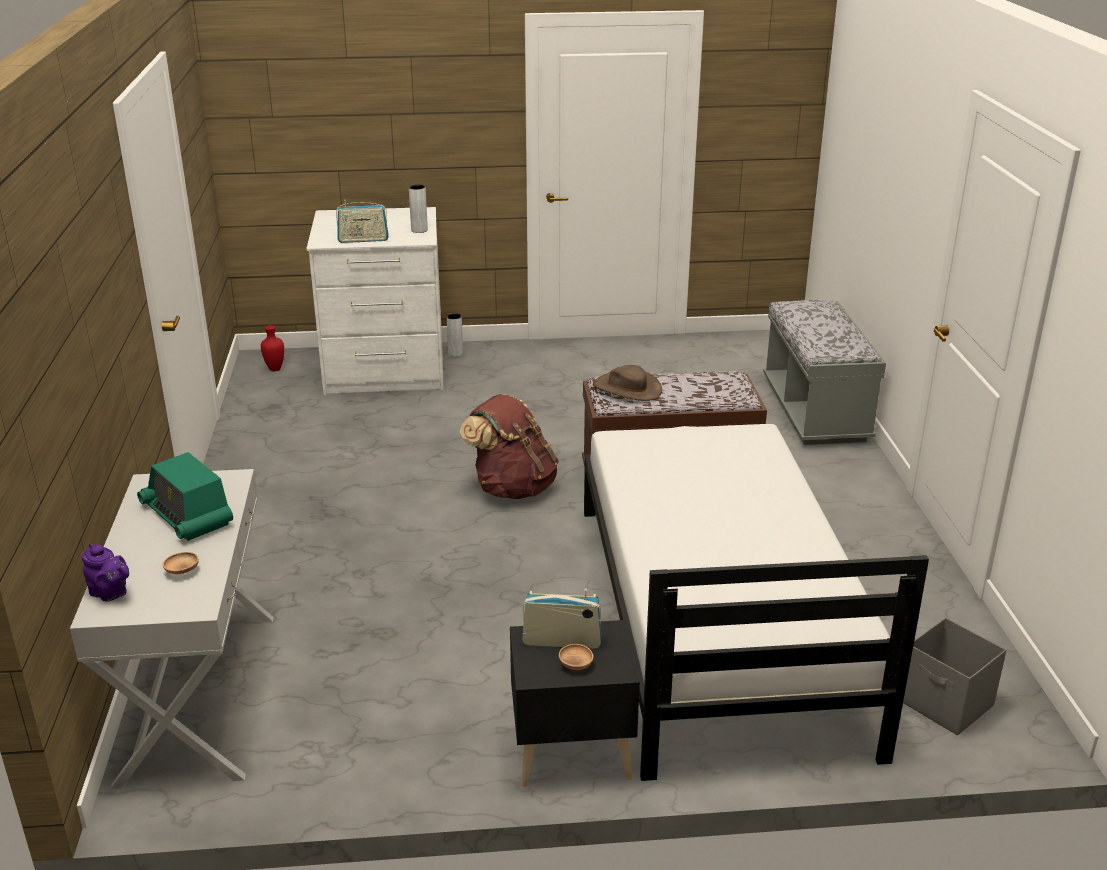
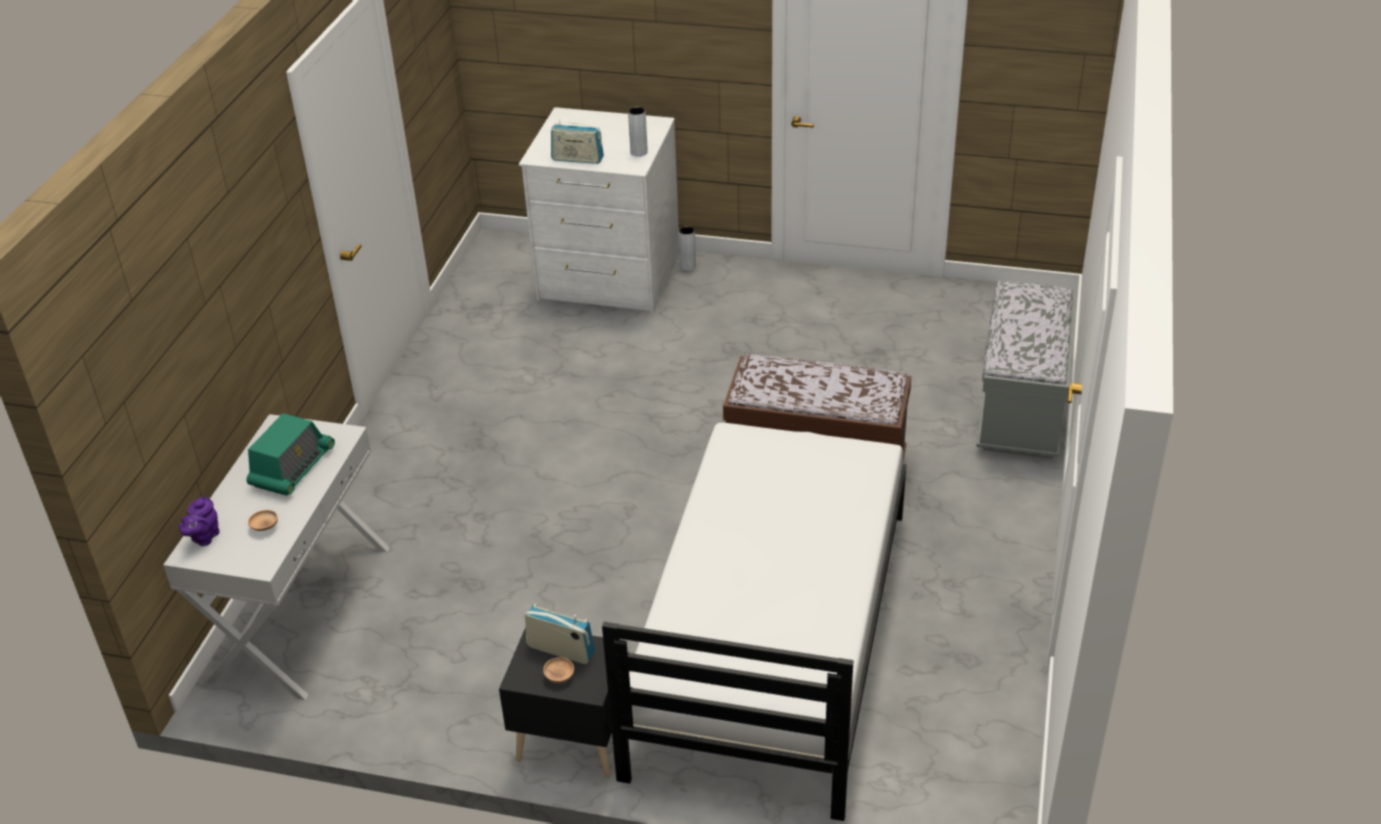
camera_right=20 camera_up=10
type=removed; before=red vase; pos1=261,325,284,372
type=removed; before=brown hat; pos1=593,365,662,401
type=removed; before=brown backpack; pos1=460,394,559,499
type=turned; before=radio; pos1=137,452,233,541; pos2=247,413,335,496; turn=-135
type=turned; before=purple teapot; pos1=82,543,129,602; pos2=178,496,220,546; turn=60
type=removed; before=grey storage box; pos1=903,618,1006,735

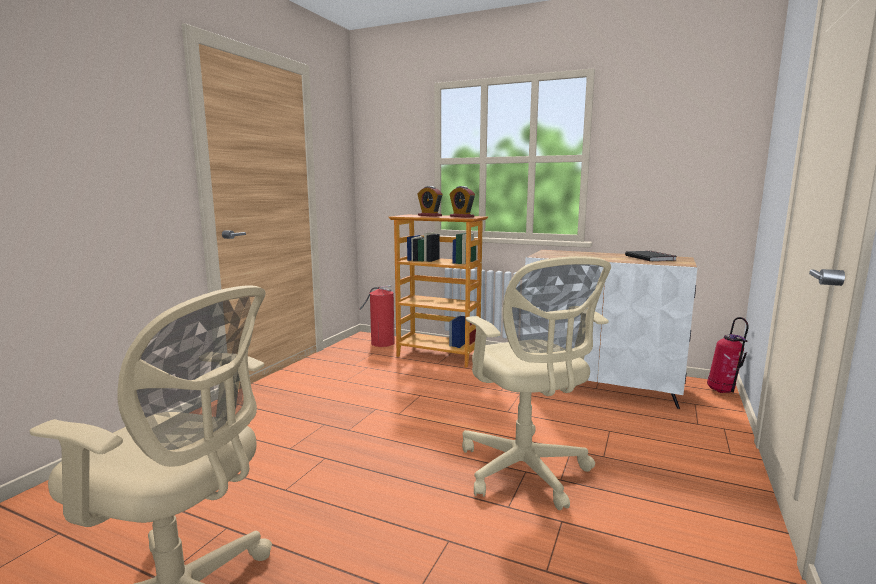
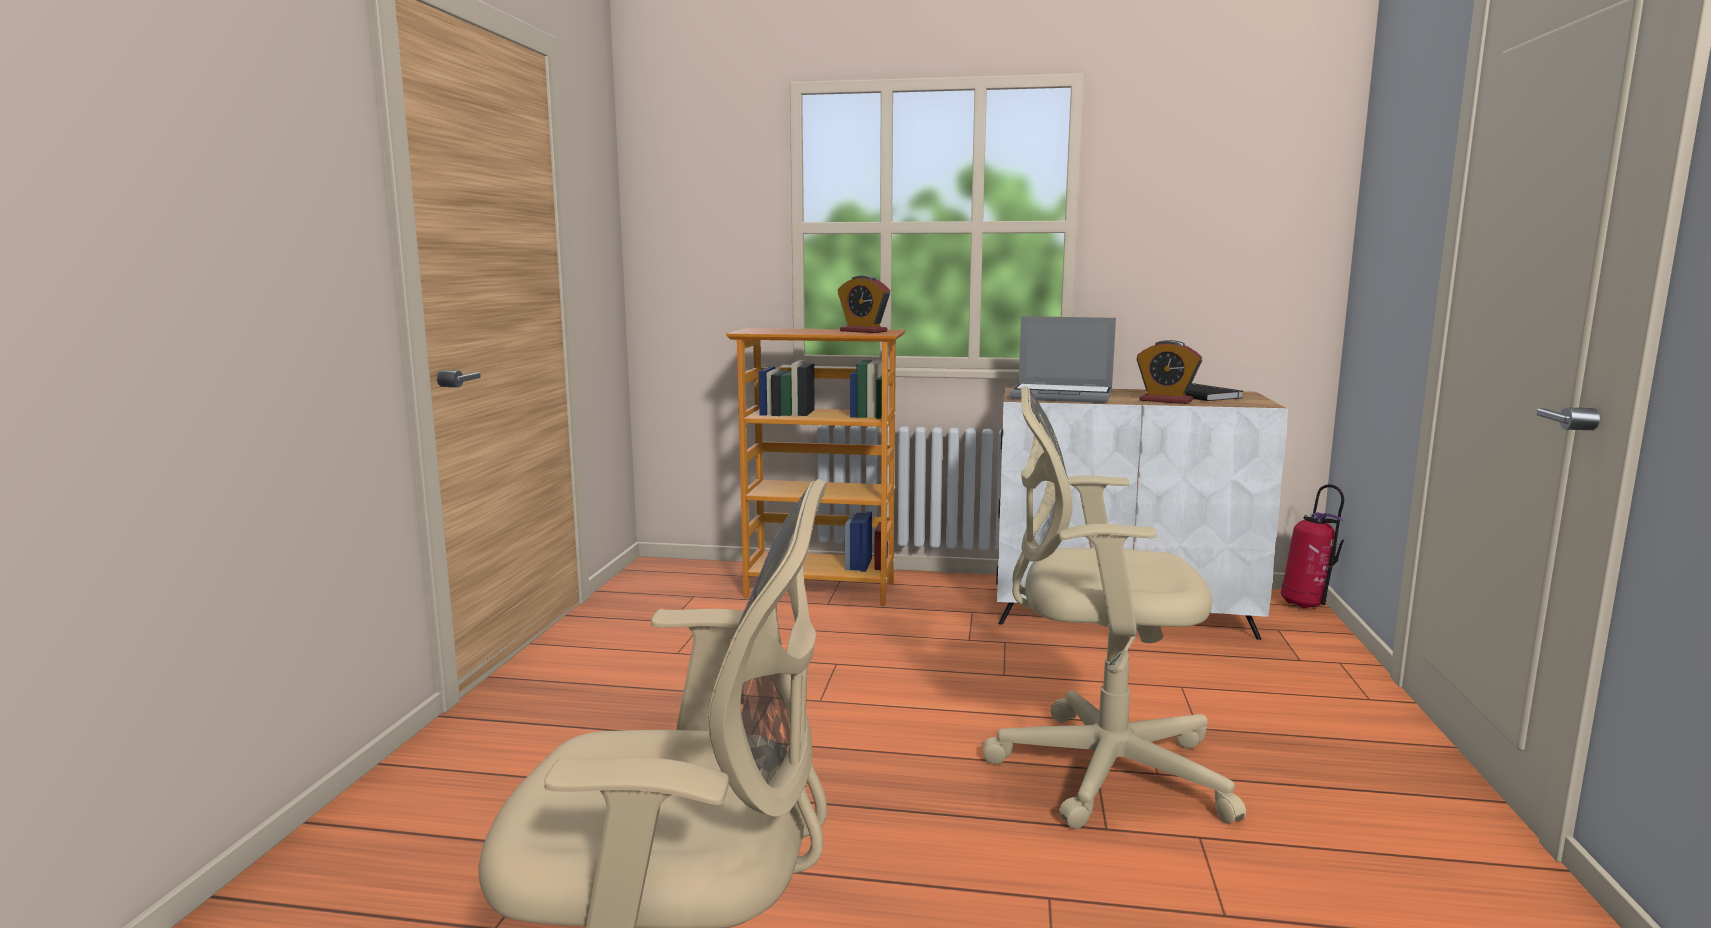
camera_right=-15 camera_up=0
type=moved; before=alarm clock; pos1=417,186,443,217; pos2=1136,340,1202,404
type=turned; before=beige office chair; pos1=462,256,611,510; pos2=983,386,1246,829; turn=135
type=removed; before=fire extinguisher; pos1=360,285,394,347
type=added; after=laptop; pos2=1009,316,1116,403

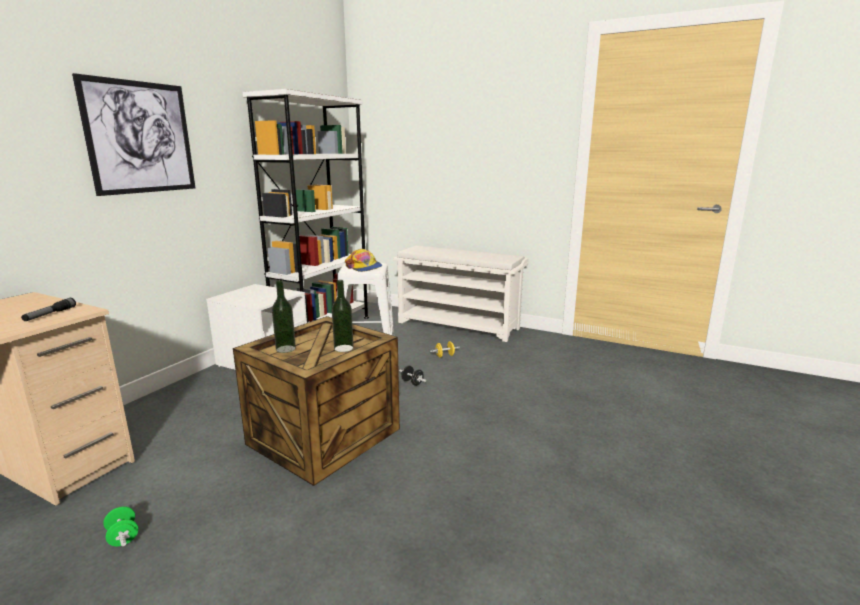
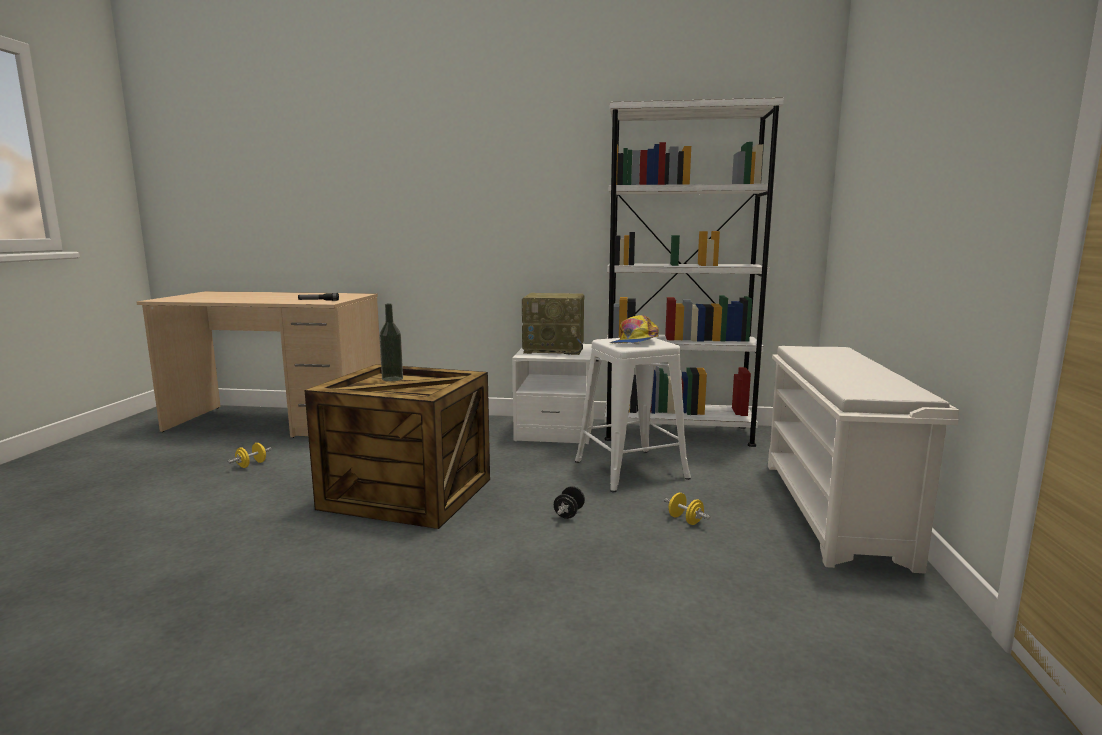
camera_right=70 camera_up=-5
type=removed; before=picture; pos1=72,73,195,196
type=removed; before=bottle; pos1=332,280,354,352
type=recoloured; before=green dumbbell; after=yellow dumbbell; pos1=103,507,138,546; pos2=228,443,272,468
type=added; after=radio; pos2=522,293,585,355

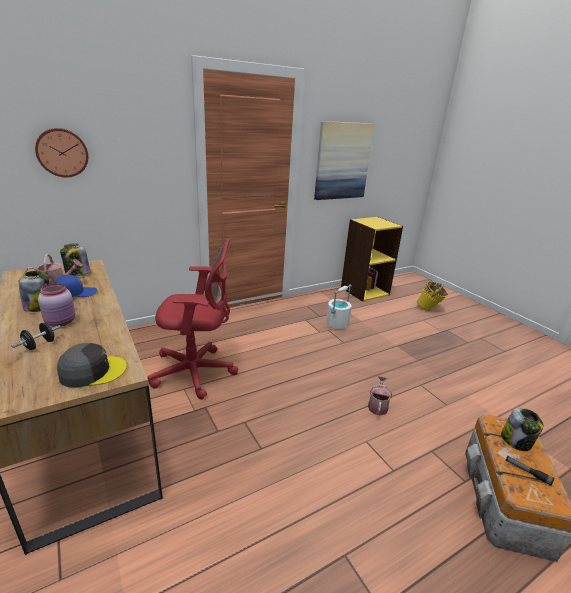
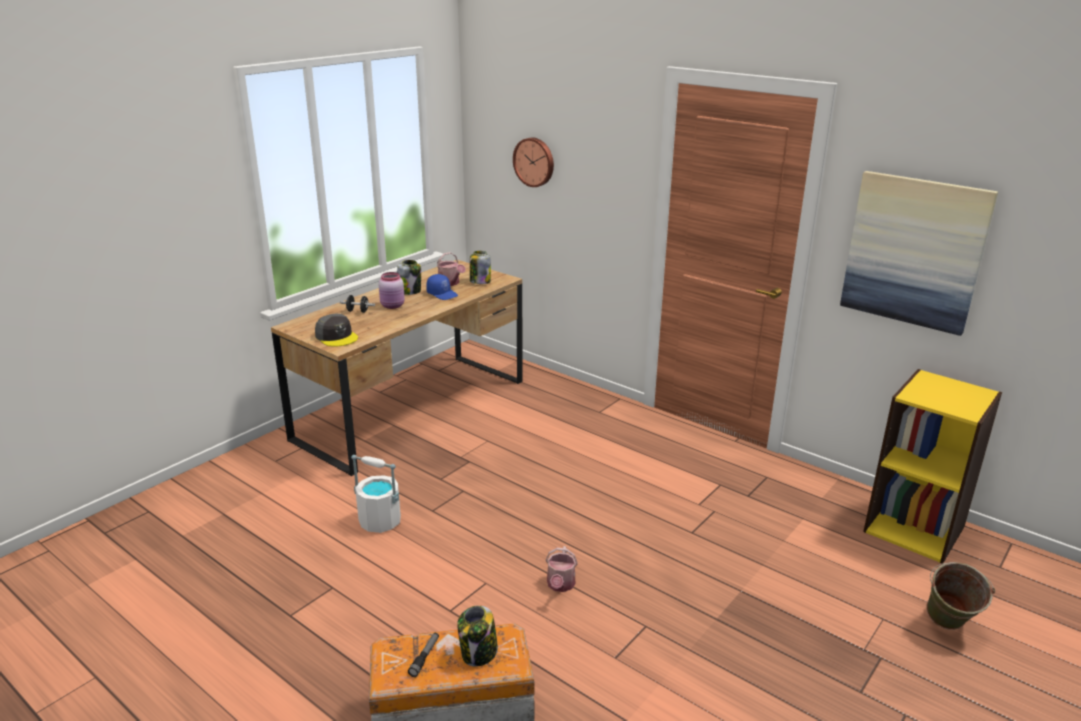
camera_right=70 camera_up=0
type=removed; before=red office chair; pos1=148,238,238,399
type=recoloured; before=yellow bucket; after=green bucket; pos1=417,281,448,311; pos2=926,562,995,630
type=moved; before=white bucket; pos1=326,284,352,329; pos2=351,455,401,533
type=turned; before=watering can; pos1=368,376,392,416; pos2=546,546,578,592; turn=105

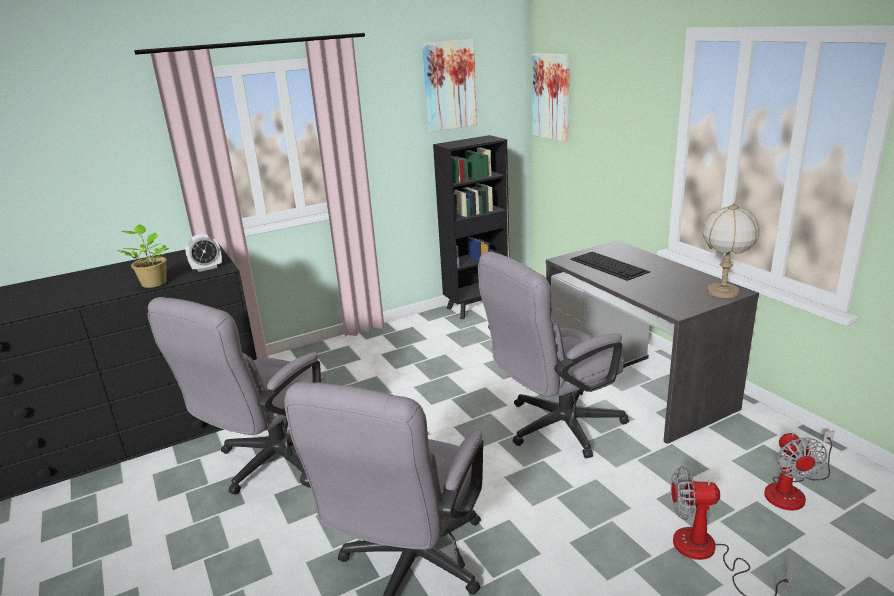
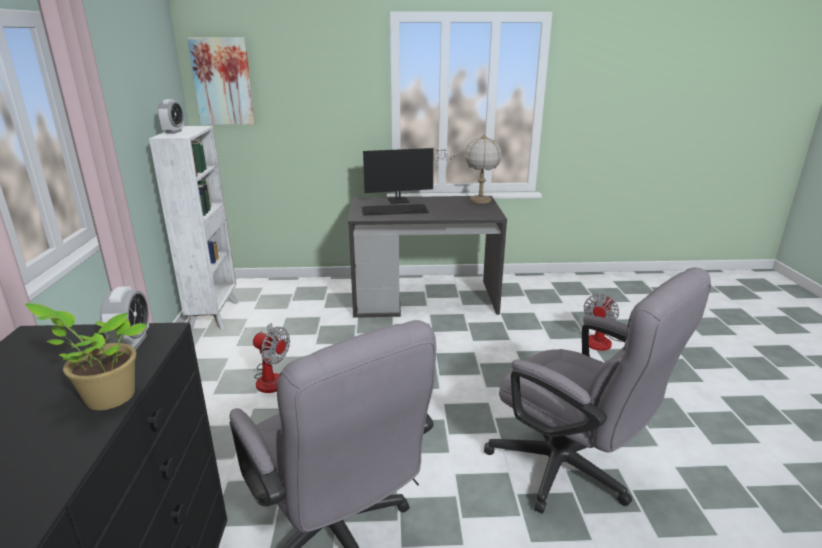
camera_right=-65 camera_up=0
type=removed; before=picture; pos1=422,39,477,132
type=recoloured; before=black bookcase; after=white bookcase; pos1=433,135,510,319; pos2=149,126,238,330
type=removed; before=grey office chair; pos1=478,252,629,458
type=moved; before=fan; pos1=764,431,835,510; pos2=253,323,290,393
type=added; after=alarm clock; pos2=158,99,184,134
type=added; after=monitor; pos2=363,148,456,204

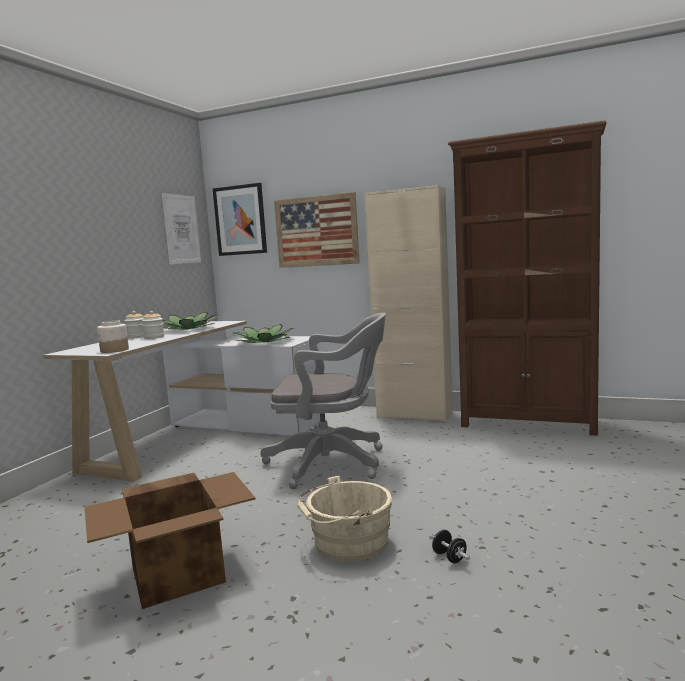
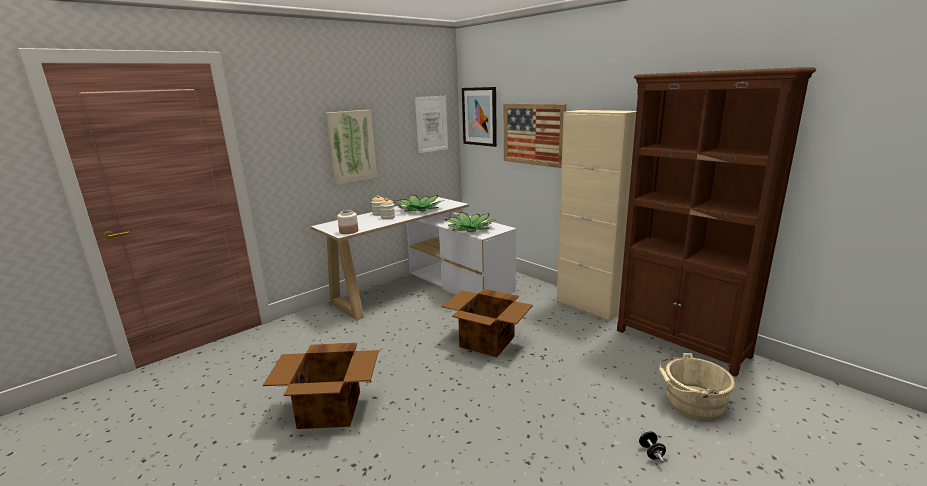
camera_right=25 camera_up=10
type=replaced; before=grey office chair; after=cardboard box; pos1=260,313,386,489; pos2=441,289,533,357
type=moved; before=beige bucket; pos1=297,476,392,562; pos2=659,353,735,421
type=moved; before=black dumbbell; pos1=429,530,470,563; pos2=639,430,666,462
type=added; after=picture; pos2=325,110,377,185

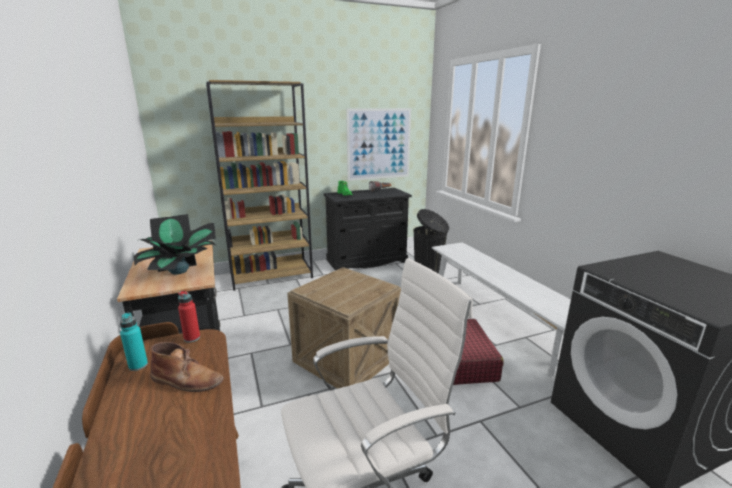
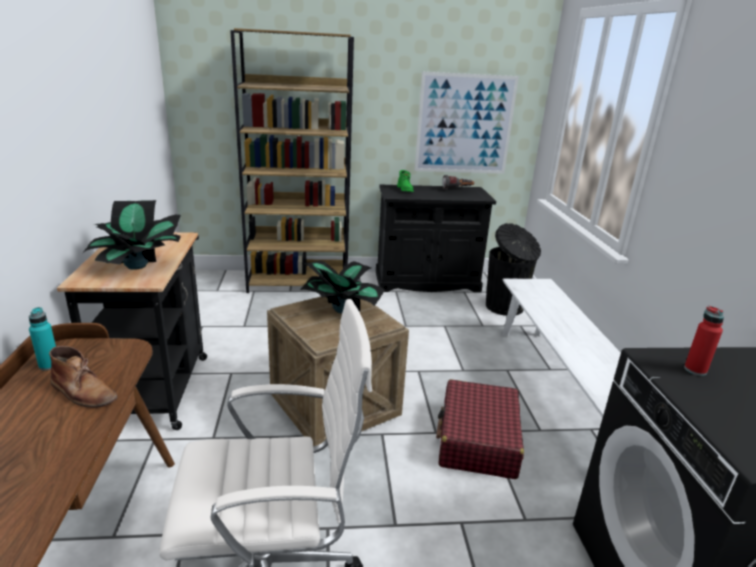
camera_right=15 camera_up=5
type=moved; before=red bottle; pos1=178,291,200,342; pos2=684,306,724,376
type=added; after=potted plant; pos2=300,261,385,313

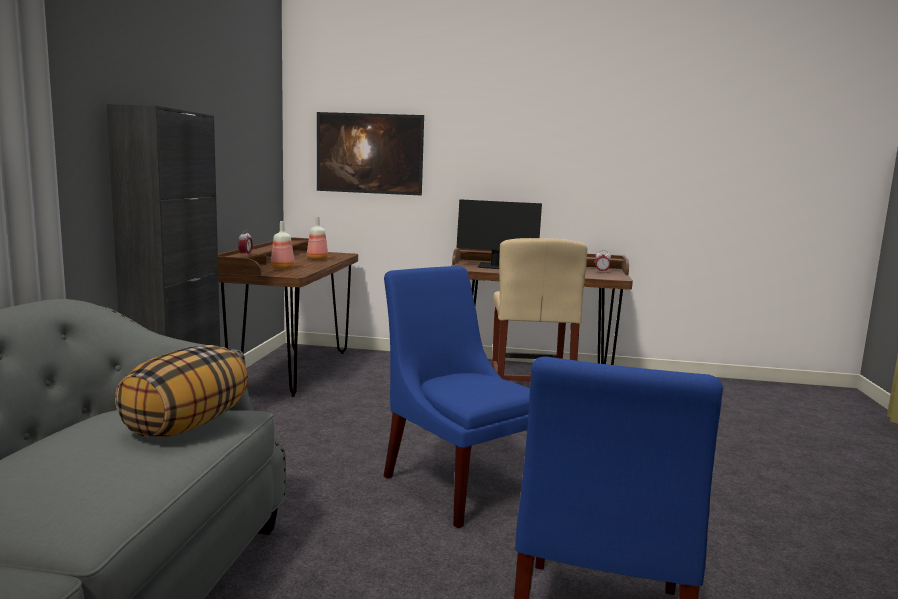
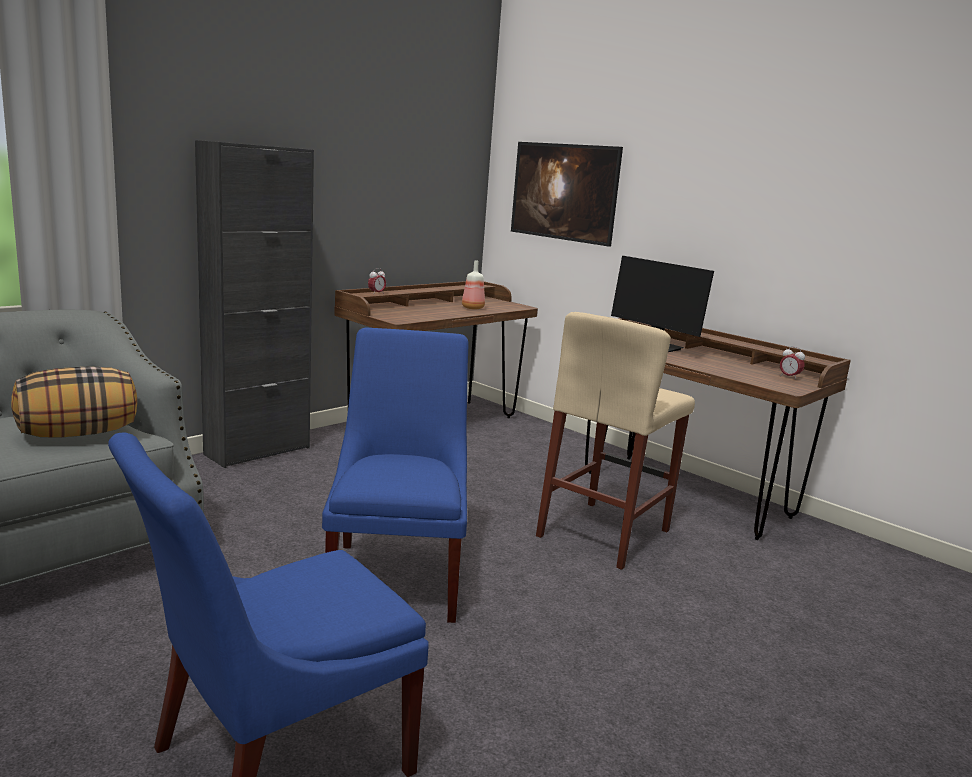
camera_right=35 camera_up=5
type=removed; before=bottle; pos1=271,221,295,270

